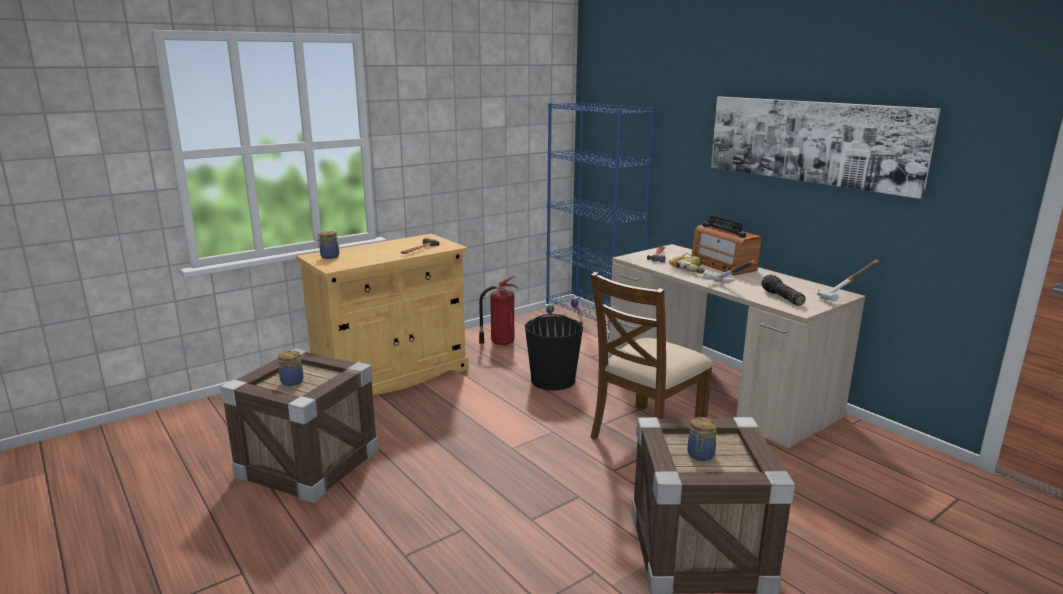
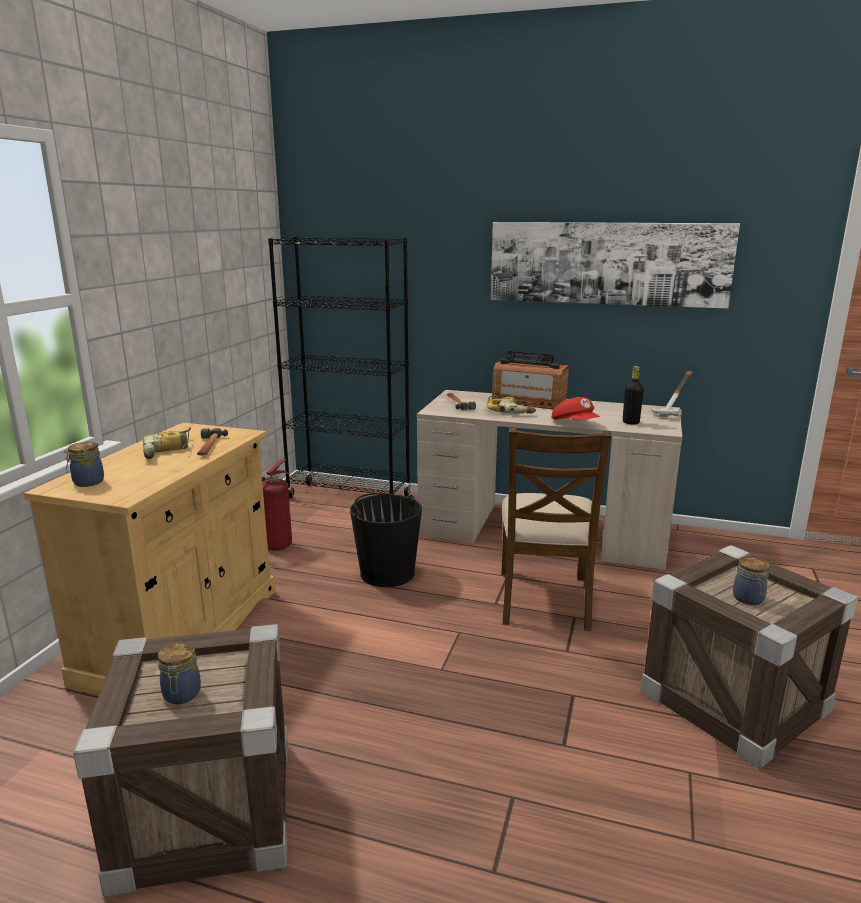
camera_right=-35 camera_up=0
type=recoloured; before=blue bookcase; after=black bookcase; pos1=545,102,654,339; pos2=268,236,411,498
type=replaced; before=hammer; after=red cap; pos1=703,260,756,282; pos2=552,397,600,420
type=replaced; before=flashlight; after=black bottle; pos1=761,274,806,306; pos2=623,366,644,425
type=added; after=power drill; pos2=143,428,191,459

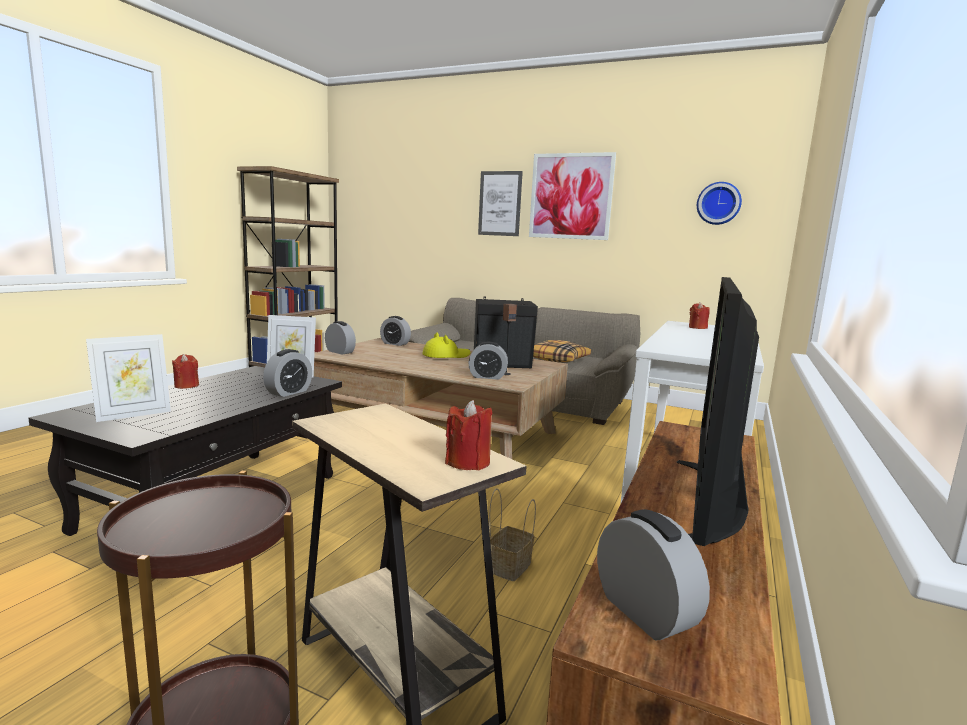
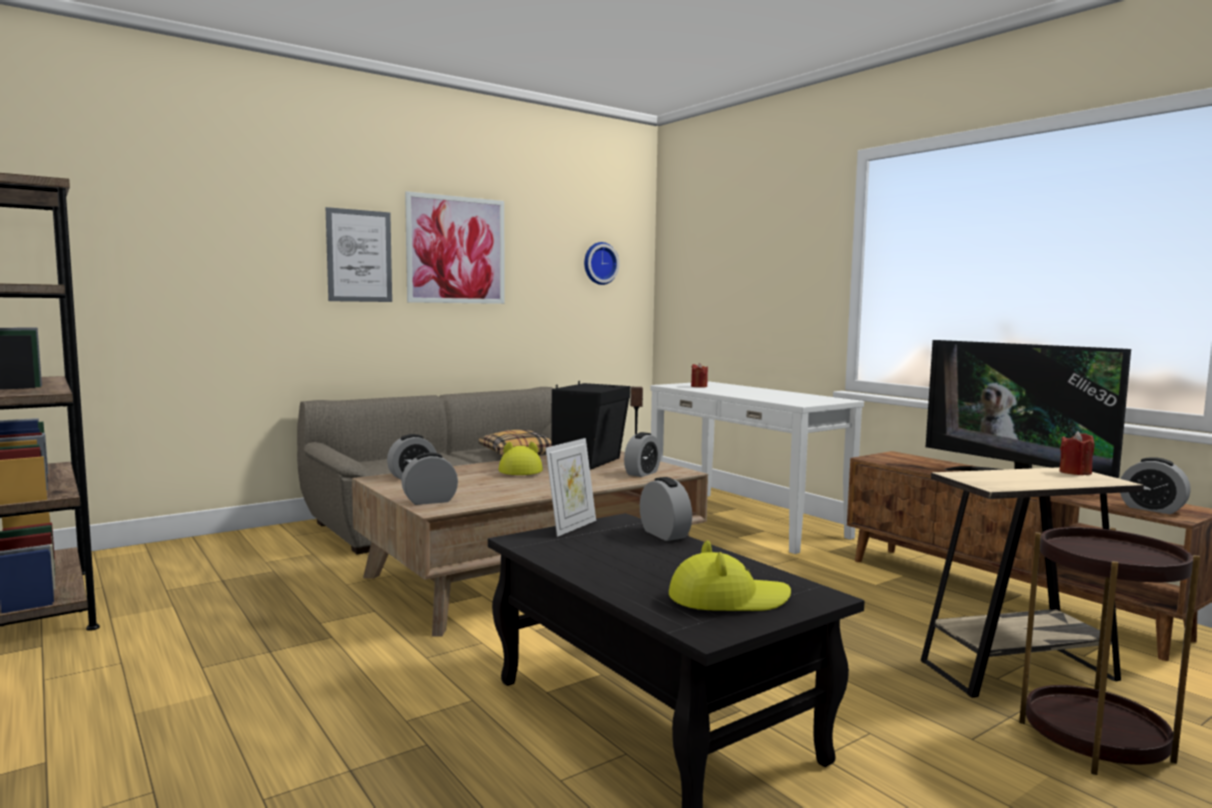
camera_right=-60 camera_up=-5
type=replaced; before=picture frame; after=yellow hat; pos1=86,334,171,422; pos2=669,540,791,611
type=removed; before=red candle; pos1=172,354,199,389
type=removed; before=basket; pos1=489,488,536,581
type=turned; before=alarm clock; pos1=597,509,710,640; pos2=1120,457,1191,514; turn=-135

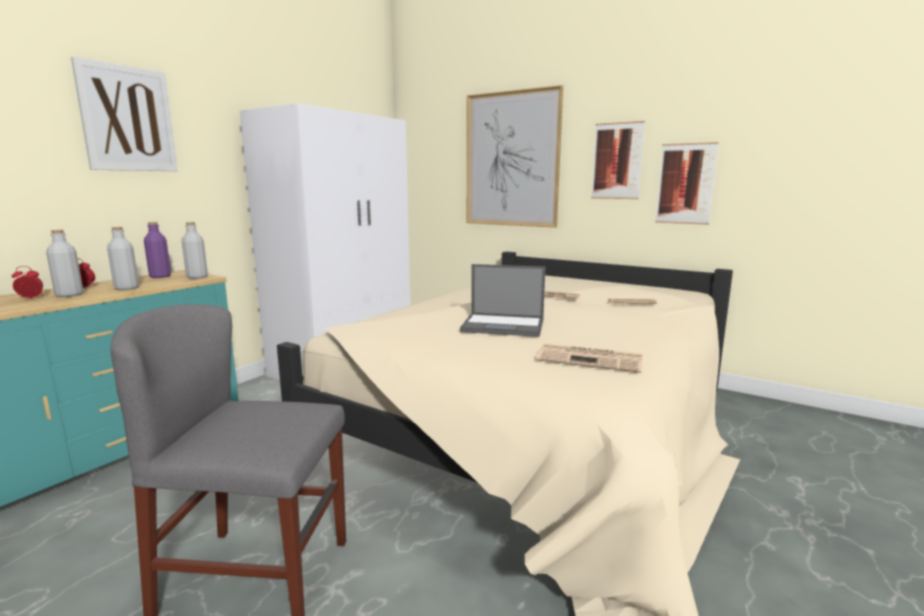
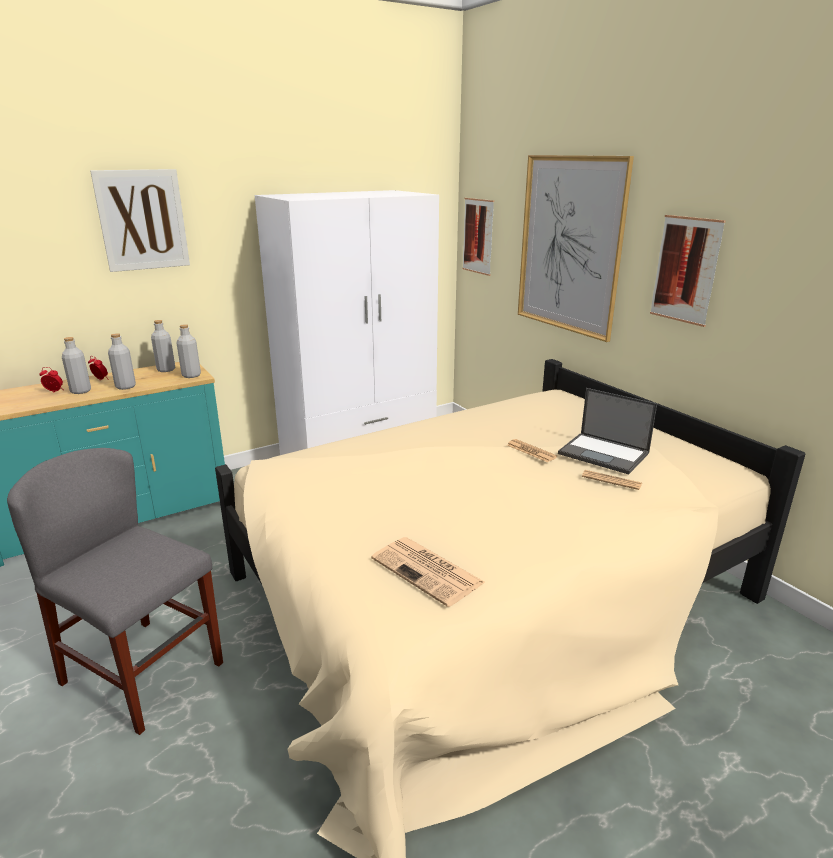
camera_right=25 camera_up=10
type=moved; before=picture; pos1=655,142,718,225; pos2=462,198,494,276
type=recoloured; before=purple bottle; after=grey bottle; pos1=144,222,171,278; pos2=151,320,175,372
type=moved; before=laptop; pos1=460,264,545,337; pos2=558,388,657,474

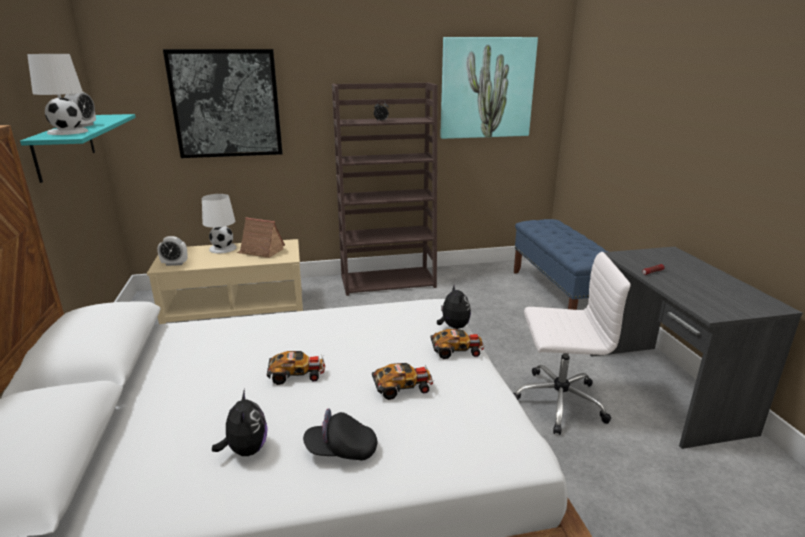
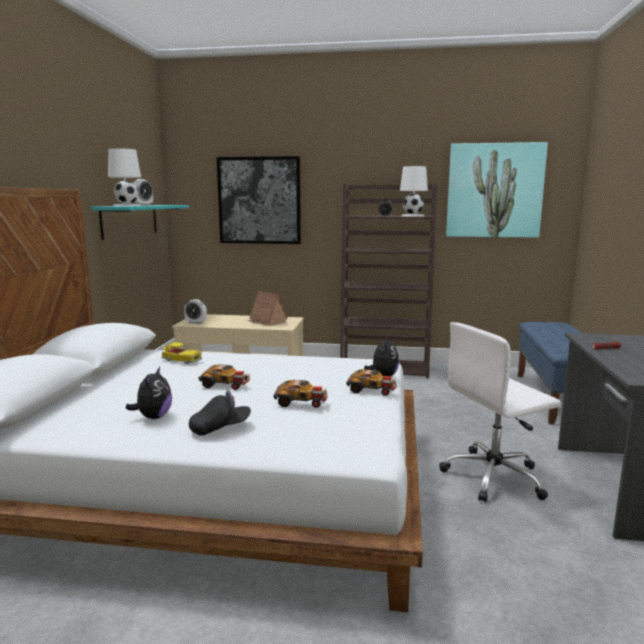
camera_right=20 camera_up=-10
type=moved; before=white table lamp; pos1=202,194,237,253; pos2=400,166,428,217
type=turned; before=white office chair; pos1=513,252,631,435; pos2=439,322,561,503; turn=135
type=turned; before=black cap; pos1=303,408,377,461; pos2=189,390,251,436; turn=135
type=added; after=toy car; pos2=162,342,202,364

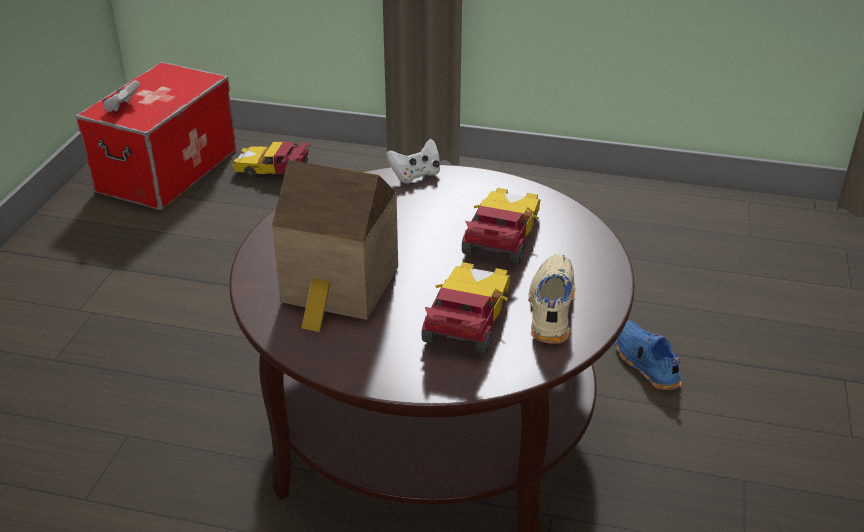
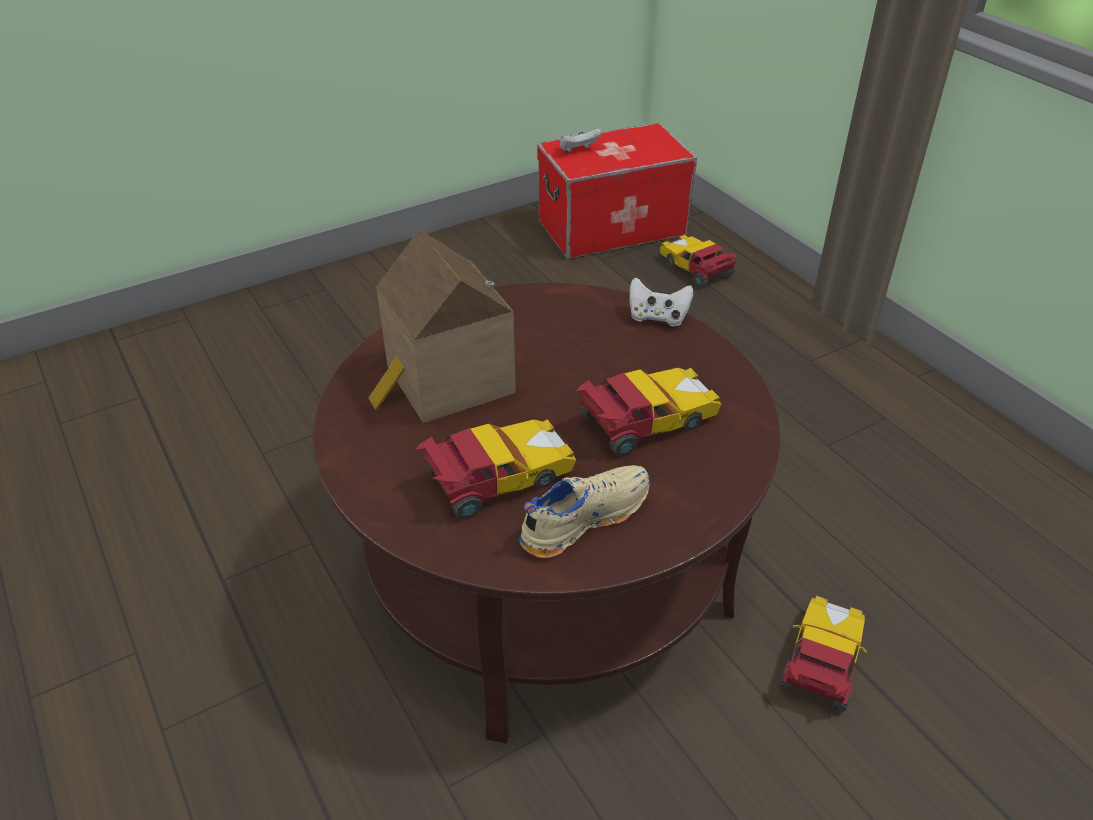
camera_right=45 camera_up=5
type=replaced; before=blue shoe; after=toy car; pos1=616,321,681,390; pos2=780,596,867,711

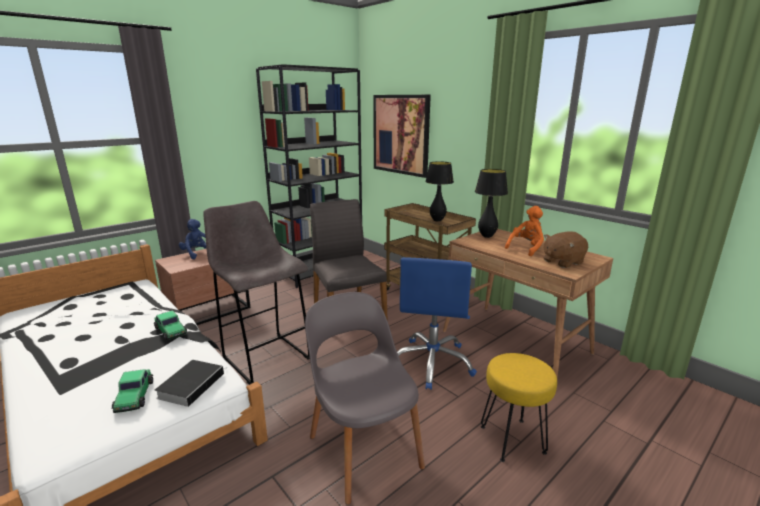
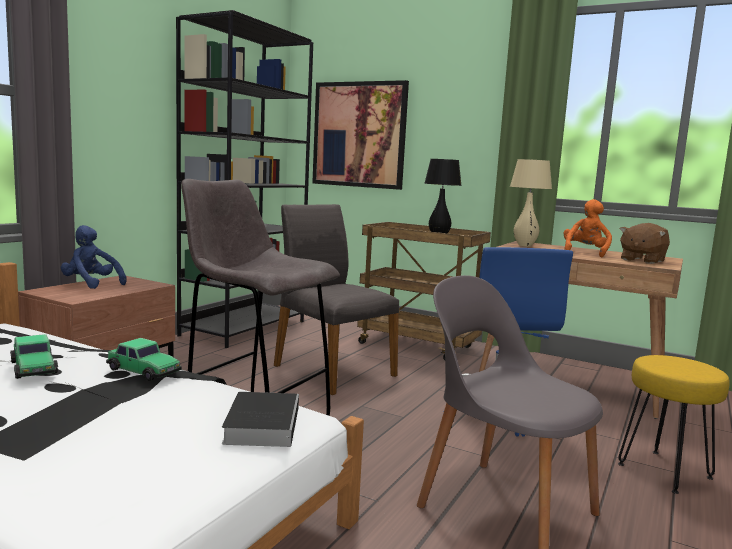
camera_right=-20 camera_up=-10
type=recoloured; before=black table lamp; after=beige table lamp; pos1=475,169,508,238; pos2=510,159,552,247
type=moved; before=toy car; pos1=112,369,153,413; pos2=10,334,58,379

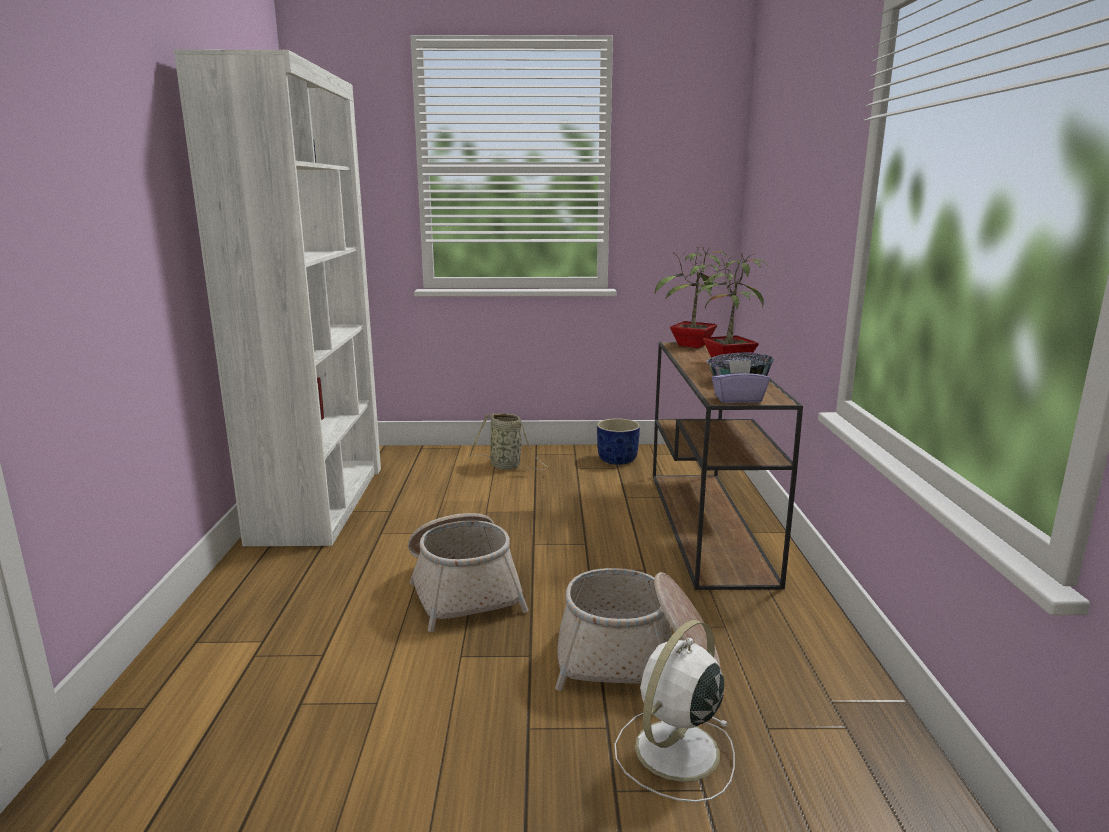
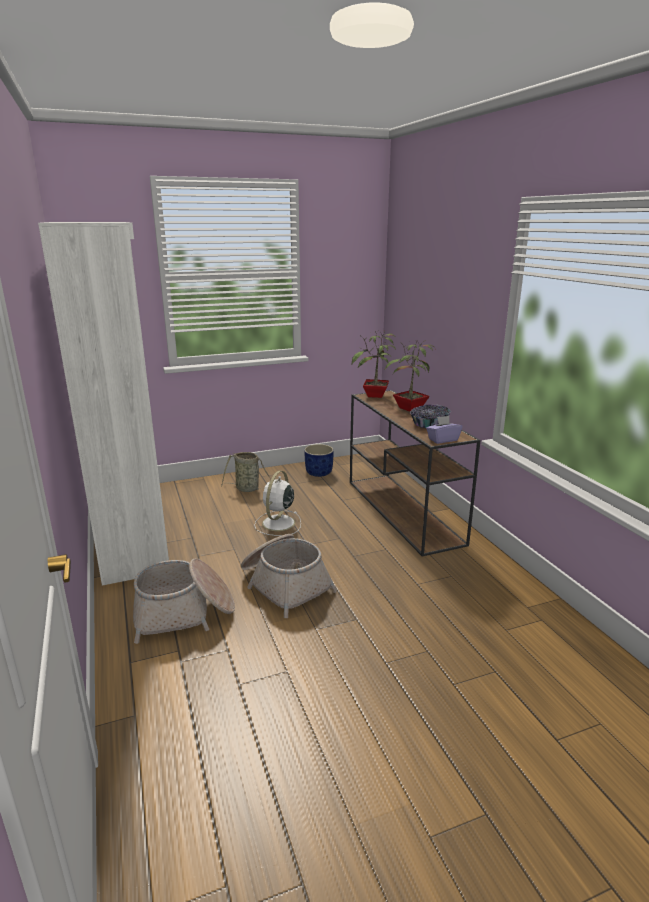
camera_right=-20 camera_up=5
type=moved; before=basket; pos1=555,568,720,691; pos2=133,559,235,644
type=moved; before=white fan; pos1=615,620,735,802; pos2=254,471,301,536

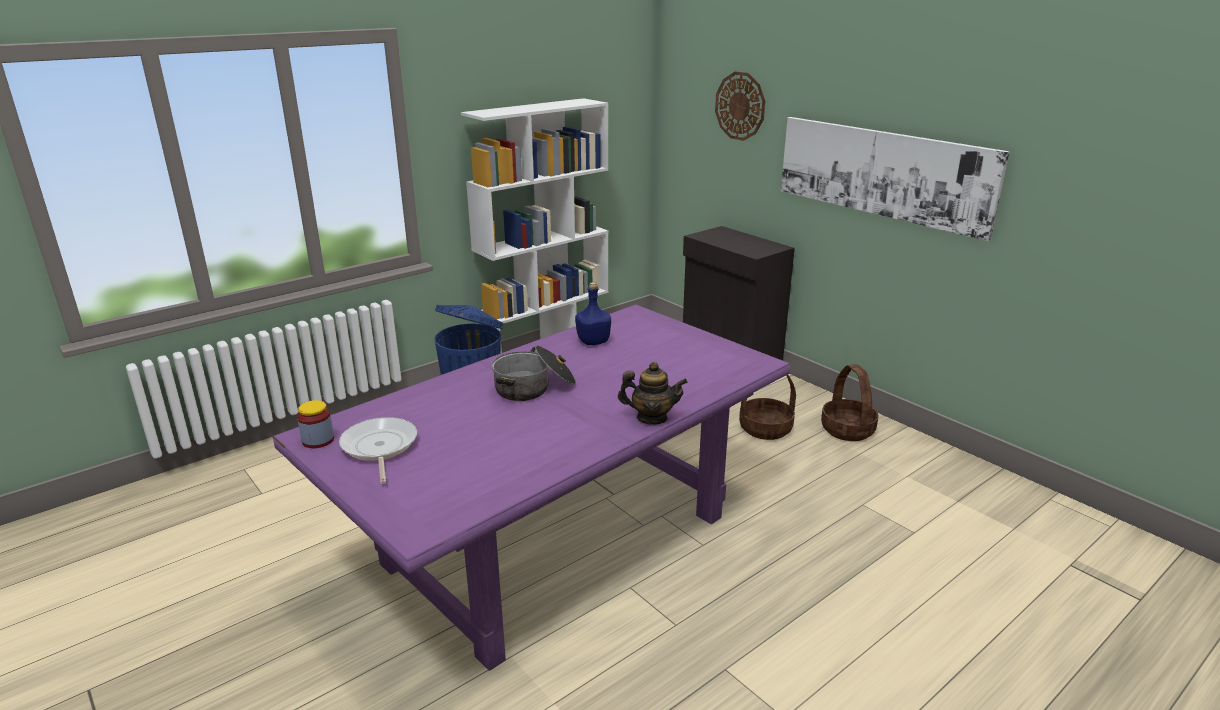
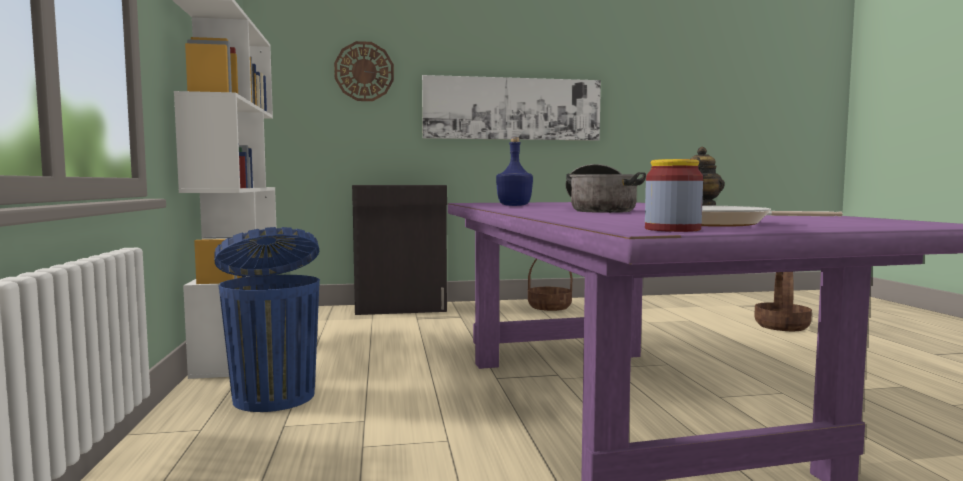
camera_right=-60 camera_up=-20
type=moved; before=basket; pos1=739,375,796,440; pos2=754,272,812,331

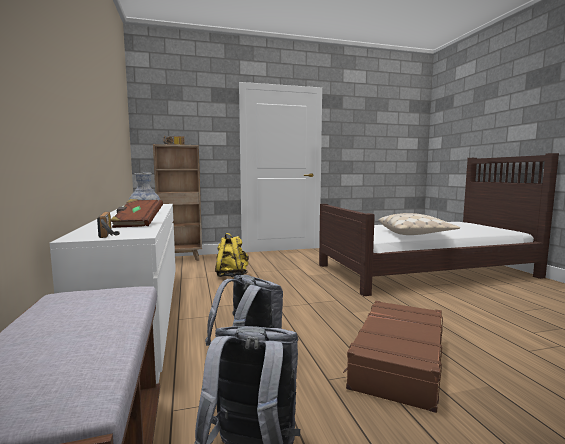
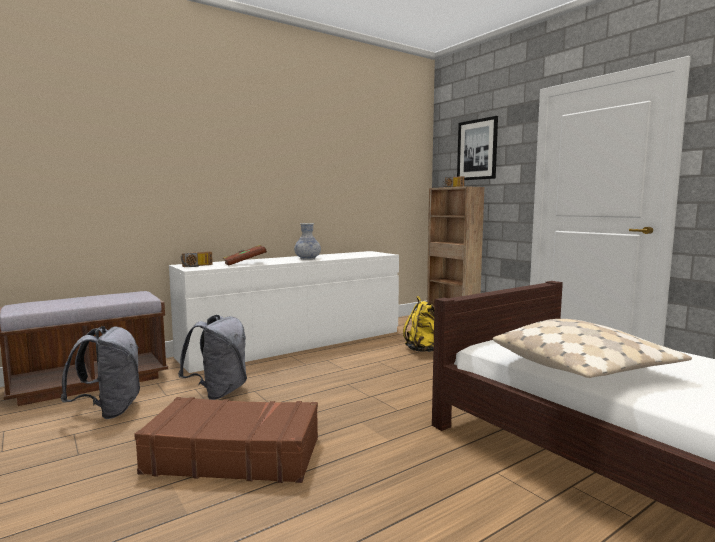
camera_right=70 camera_up=0
type=added; after=picture; pos2=457,116,498,180

